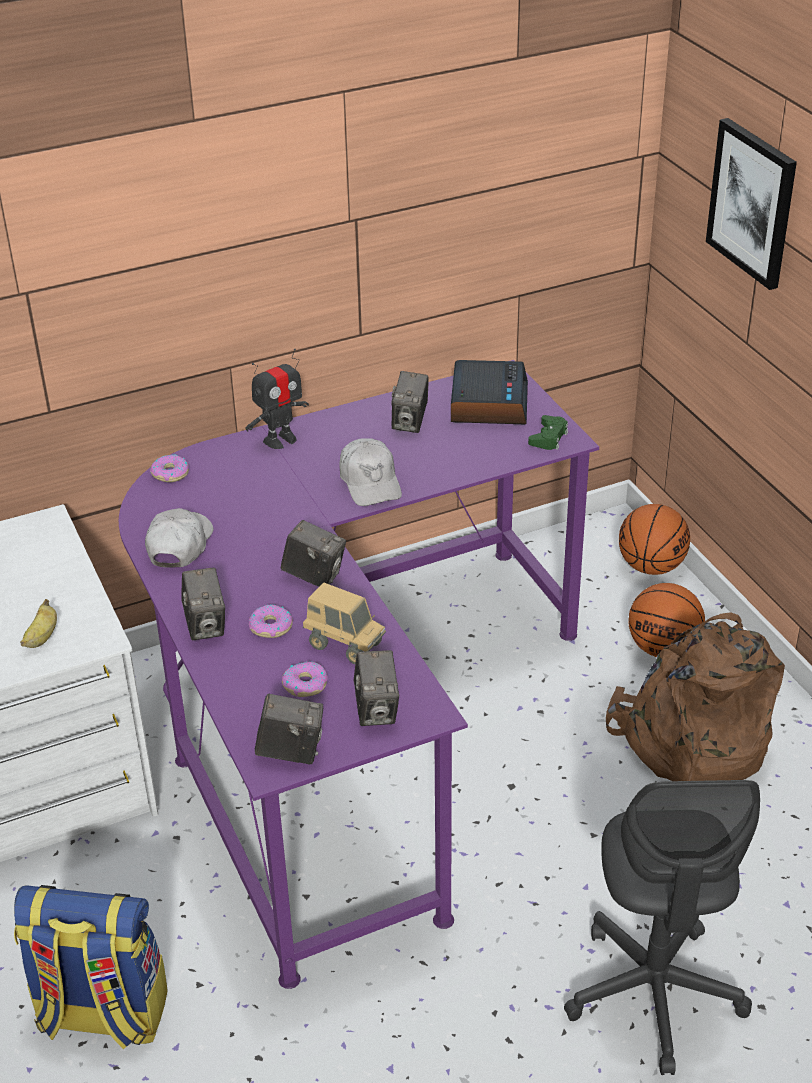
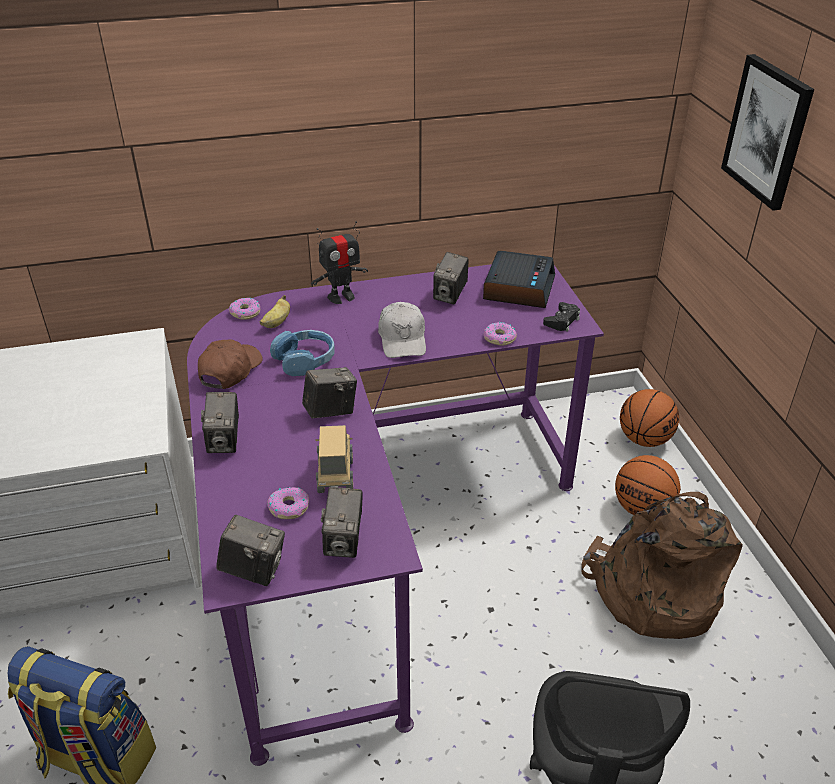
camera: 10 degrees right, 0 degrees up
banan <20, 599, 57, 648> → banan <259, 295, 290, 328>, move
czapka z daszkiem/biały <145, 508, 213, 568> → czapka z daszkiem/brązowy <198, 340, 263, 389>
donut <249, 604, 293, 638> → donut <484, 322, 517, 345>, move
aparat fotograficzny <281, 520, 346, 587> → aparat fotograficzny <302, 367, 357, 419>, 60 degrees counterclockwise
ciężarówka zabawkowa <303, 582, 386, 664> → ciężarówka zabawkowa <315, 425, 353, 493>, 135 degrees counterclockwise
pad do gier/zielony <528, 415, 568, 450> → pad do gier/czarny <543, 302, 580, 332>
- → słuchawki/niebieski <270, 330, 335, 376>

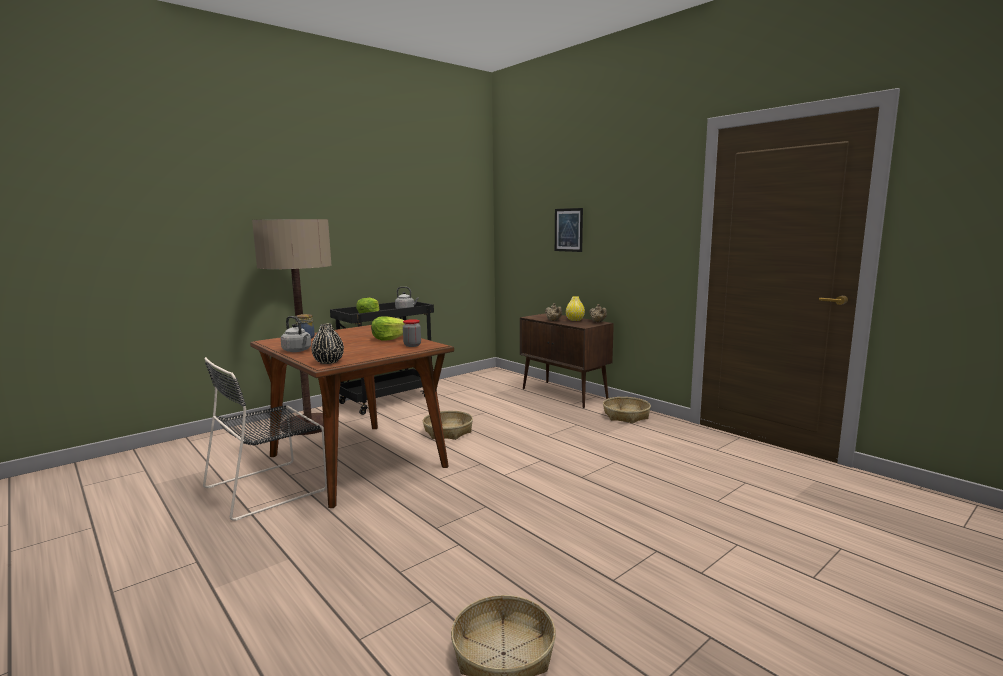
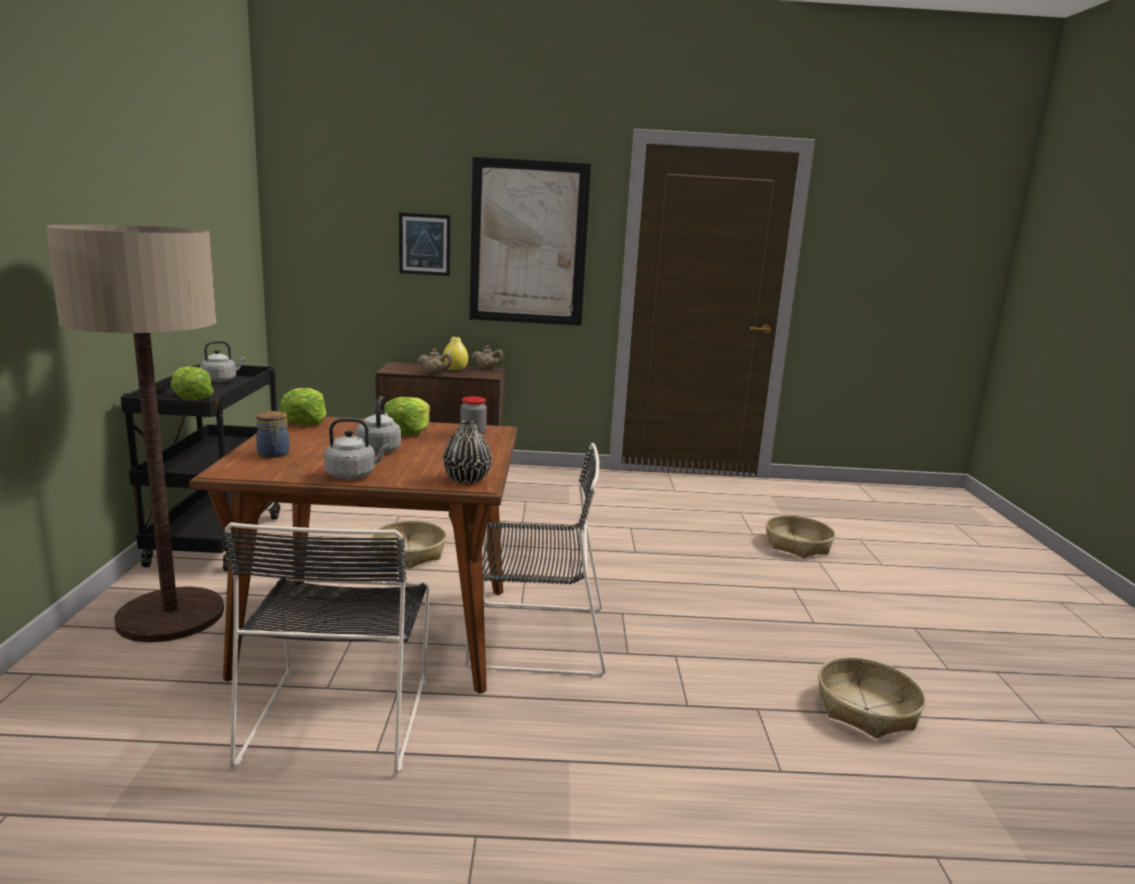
camera: 50 degrees left, 5 degrees up
koszyk <603, 397, 651, 423> → koszyk <766, 515, 835, 558>, move
- → sałata <280, 388, 326, 426>
- → czajnik/szary <356, 396, 401, 454>
- → krzesło/czarny <466, 443, 606, 677>
- → obraz <469, 156, 591, 326>

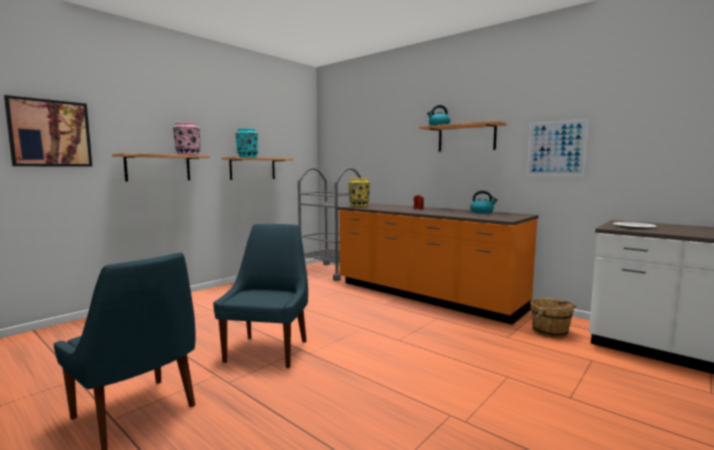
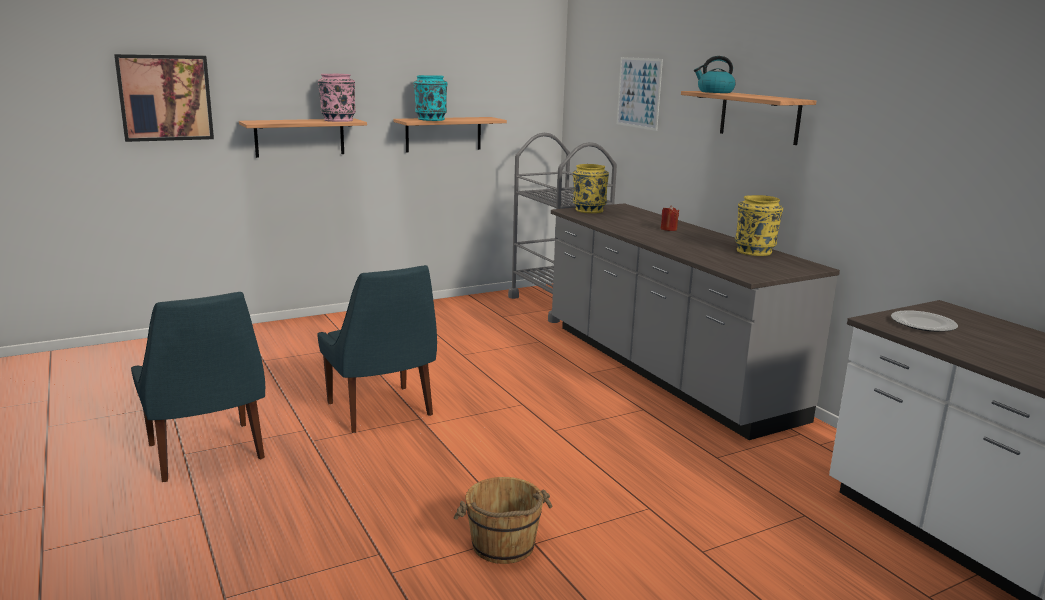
camera: 20 degrees right, 10 degrees up
krzesło/niebieski <213, 224, 308, 368> → krzesło/niebieski <317, 265, 437, 433>, 120 degrees clockwise
zabudowa kuchenna/pomarańczowy <336, 203, 539, 325> → zabudowa kuchenna/szary <551, 203, 840, 440>
czajnik <470, 191, 498, 213> → wazon/żółty <735, 195, 783, 256>
obraz <527, 119, 589, 176> → obraz <617, 57, 663, 131>, move
wiadro/brązowy <530, 298, 576, 338> → wiadro/brązowy <454, 477, 552, 564>, move

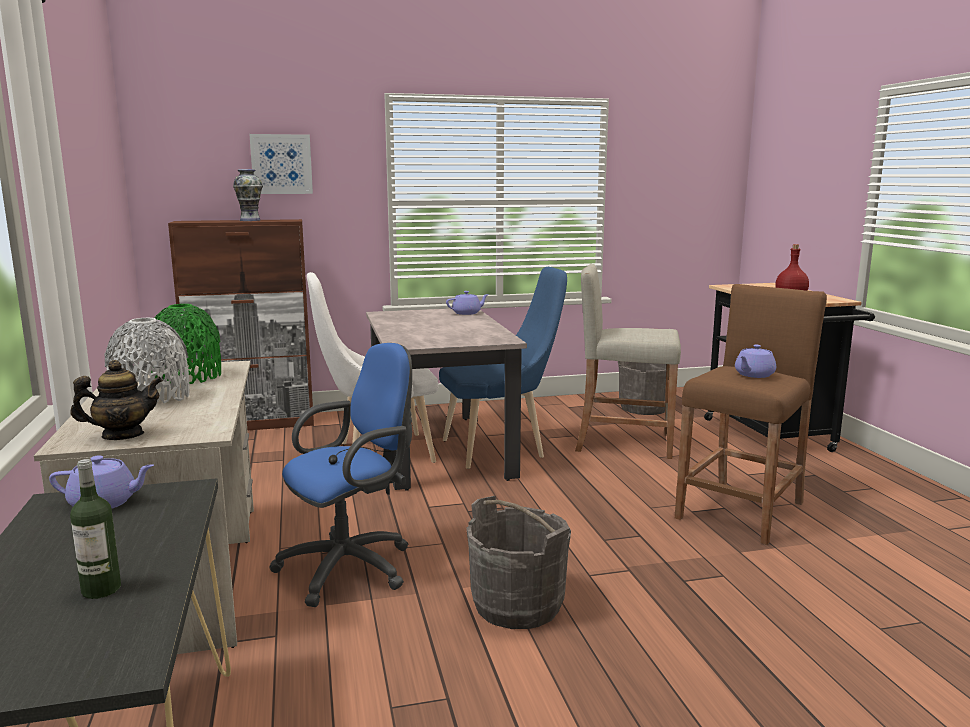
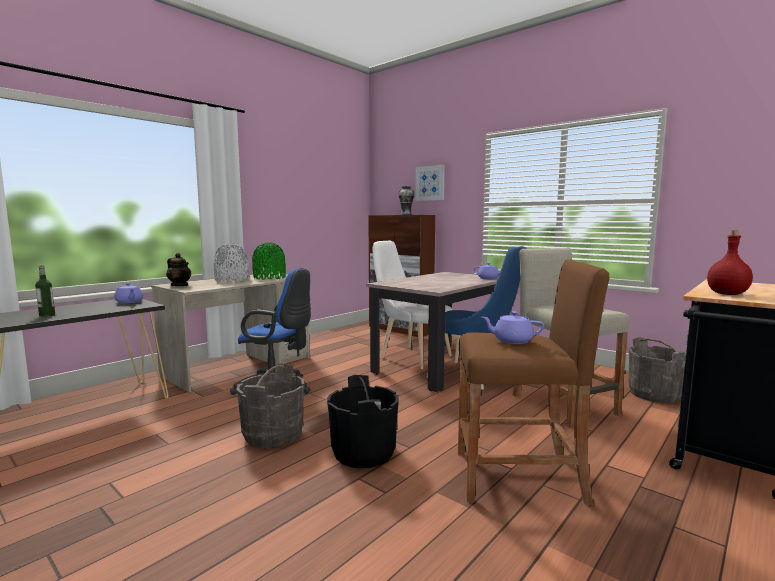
camera: 55 degrees right, 5 degrees down
- → wiadro/czarny <327, 375, 399, 468>

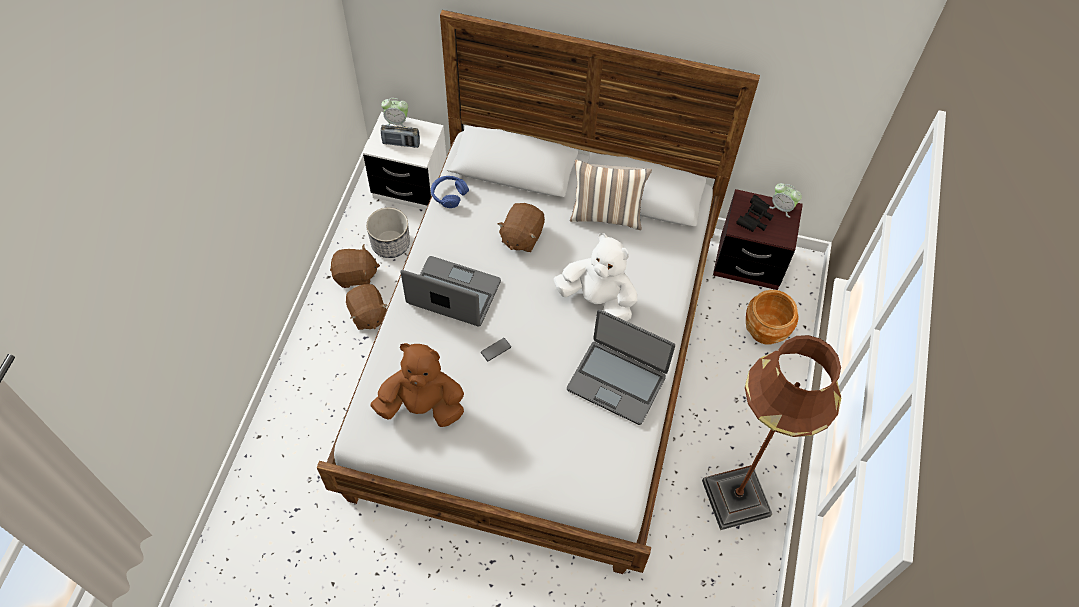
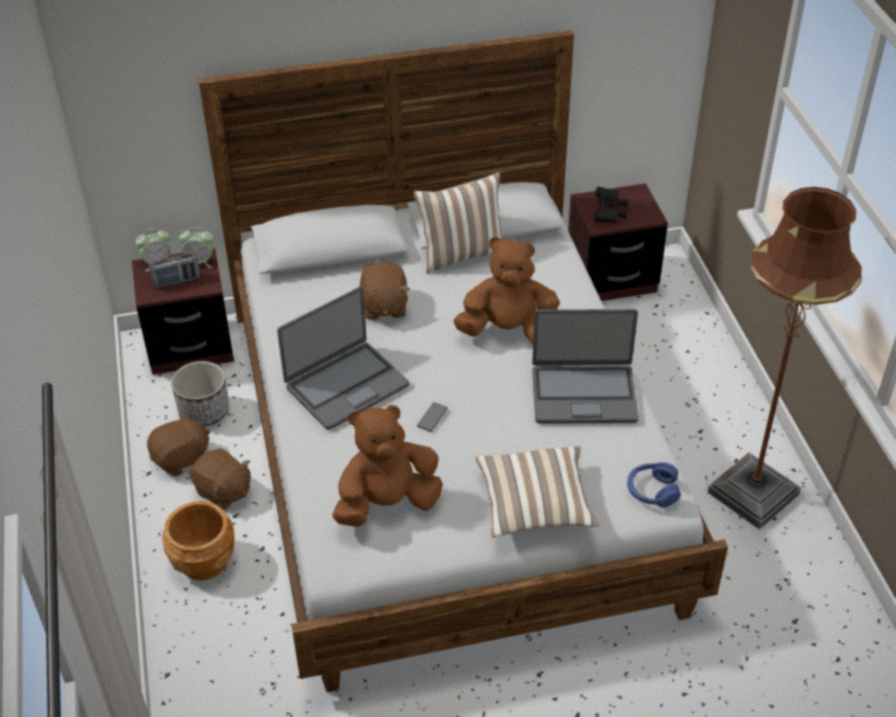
camera: 25 degrees left, 15 degrees down
szafka nocna/biały <363, 112, 446, 210> → szafka nocna/brązowy <132, 248, 234, 375>
laptop <401, 256, 501, 327> → laptop <277, 287, 409, 430>, 150 degrees clockwise
słuchawki/niebieski <431, 176, 469, 208> → słuchawki/niebieski <627, 462, 681, 507>, move
pluszak/biały <553, 233, 637, 321> → pluszak/brązowy <453, 237, 560, 344>
donica/brązowy <746, 290, 799, 345> → donica/brązowy <162, 501, 234, 581>, move
budzik <769, 183, 802, 218> → budzik <179, 227, 213, 268>, move
- → poduszka <475, 446, 599, 537>

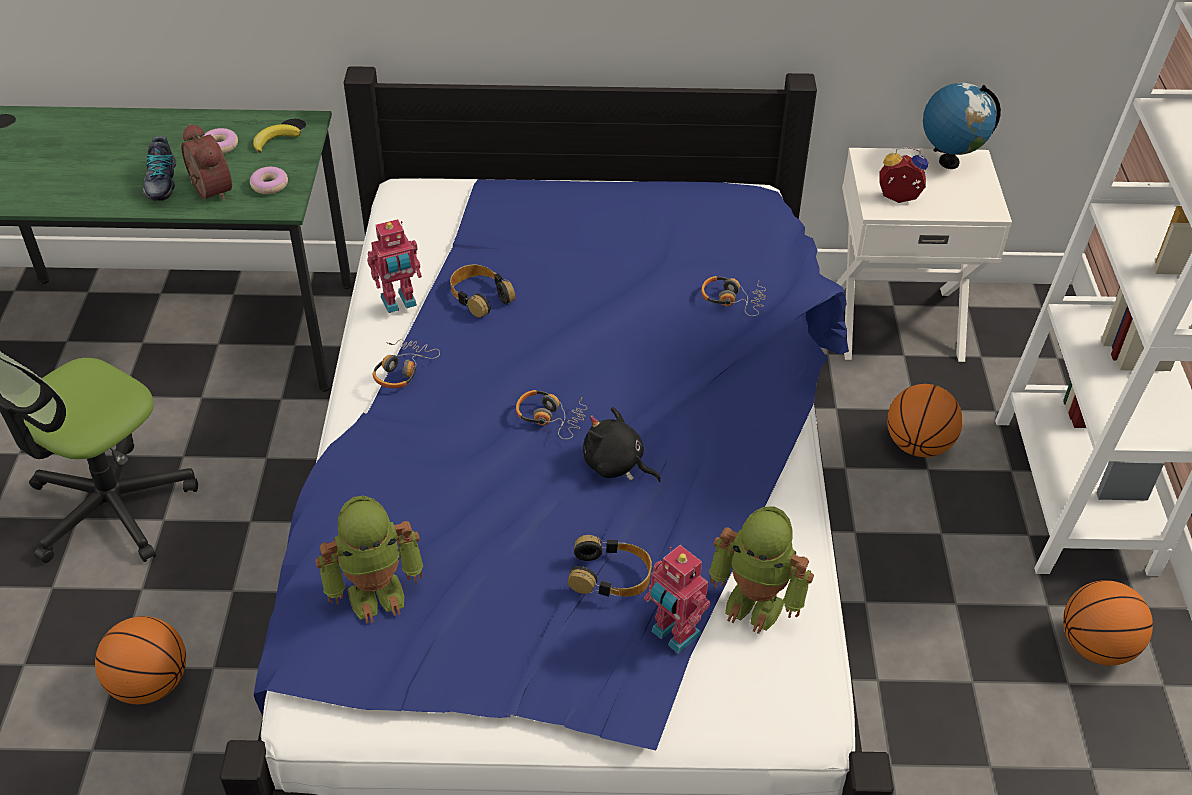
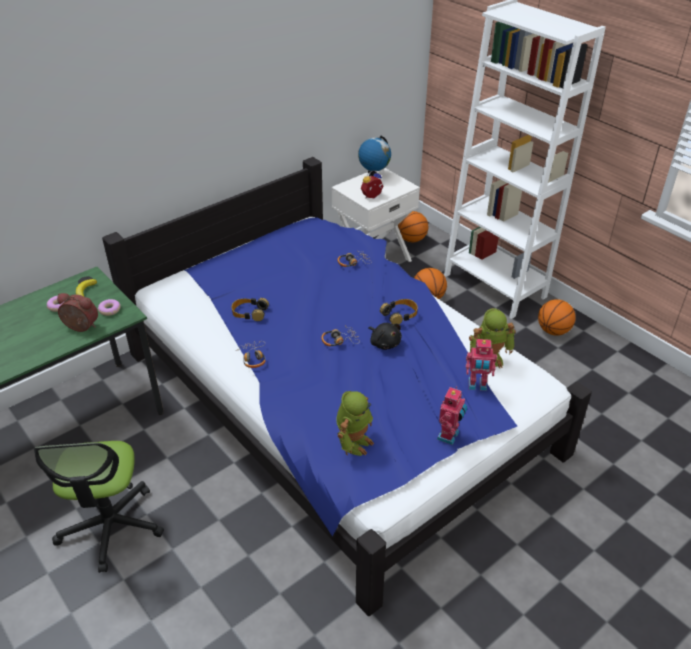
camera: 40 degrees left, 5 degrees down
piłka do koszykówki <95, 616, 186, 704> → piłka do koszykówki <398, 211, 428, 242>, move
but <142, 136, 176, 201> → -
robot zabawkowy <367, 219, 422, 313> → robot zabawkowy <437, 387, 467, 445>, move
słuchawki <568, 535, 652, 597> → słuchawki <380, 299, 418, 324>, move
pluszak/czarny <583, 407, 661, 482> → pluszak/czarny <368, 323, 402, 350>, 120 degrees counterclockwise

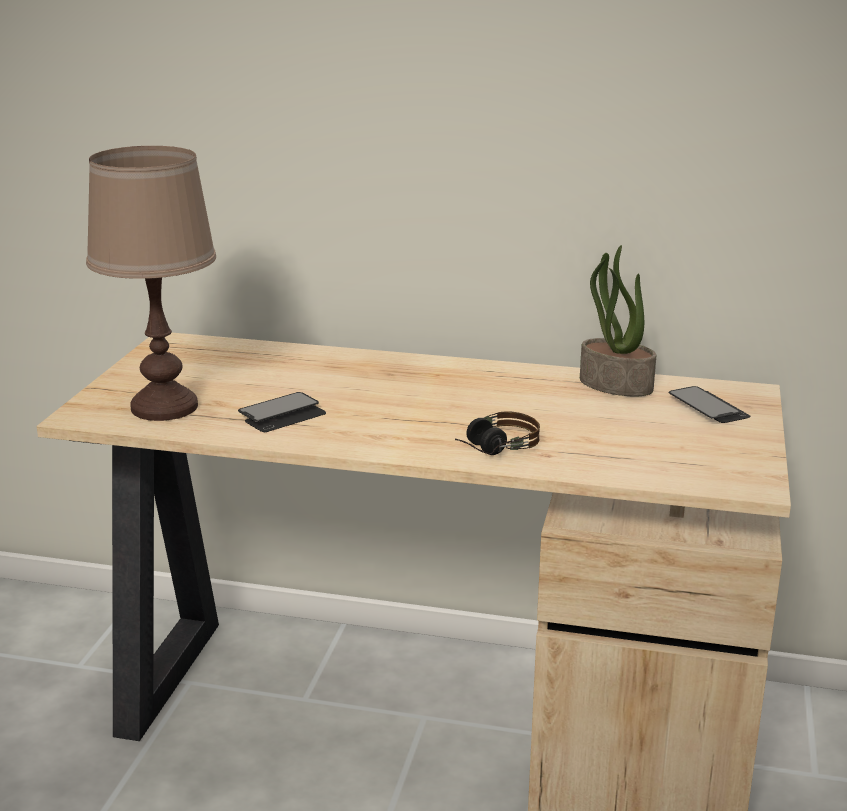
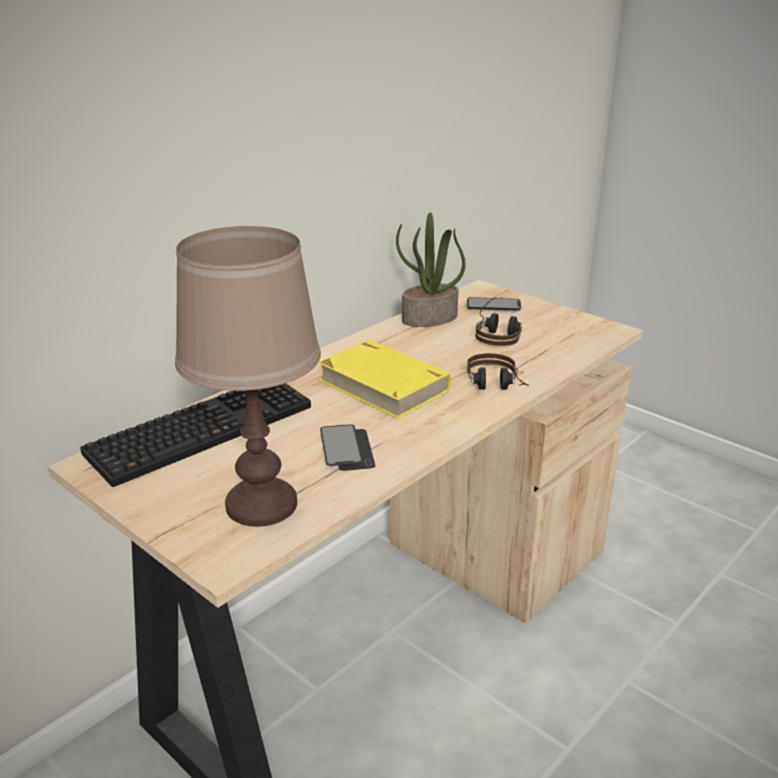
camera: 60 degrees left, 5 degrees up
- → klawiatura <80, 383, 311, 487>
- → książka/żółty <318, 340, 451, 419>
- → słuchawki <475, 297, 522, 346>

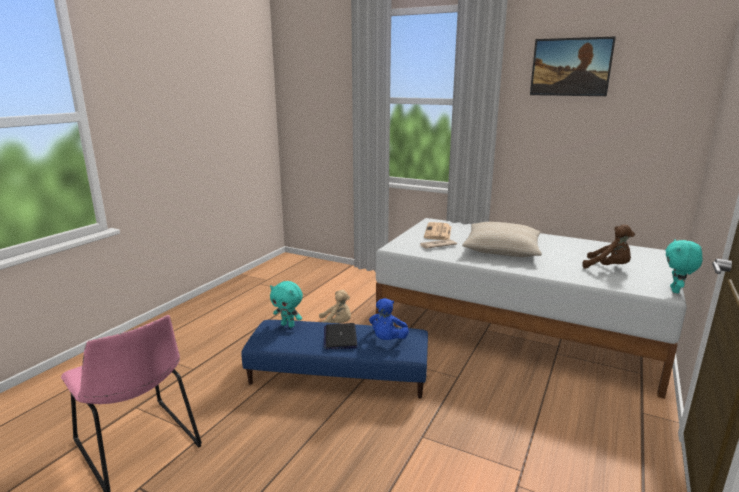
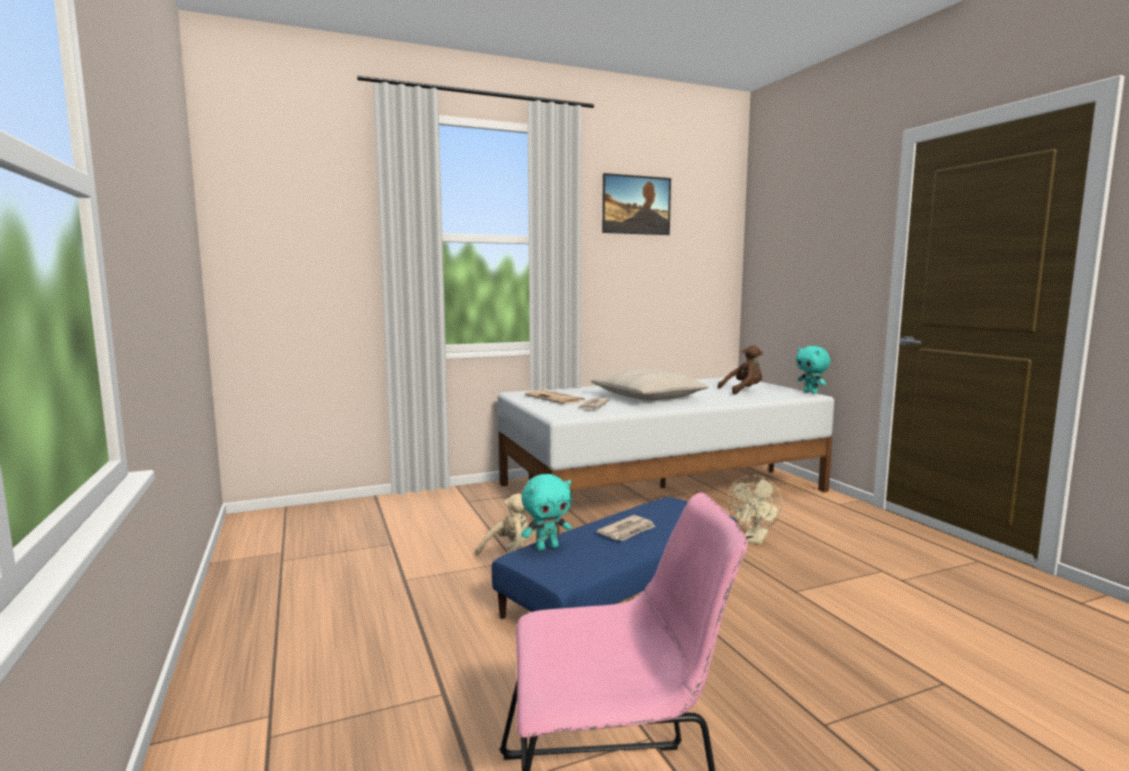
camera: 50 degrees left, 10 degrees down
laptop <324, 323, 358, 350> → gazeta <597, 515, 655, 541>
pluszak/niebieski <369, 298, 409, 340> → -
- → wentylator/beżowy <728, 475, 783, 545>

